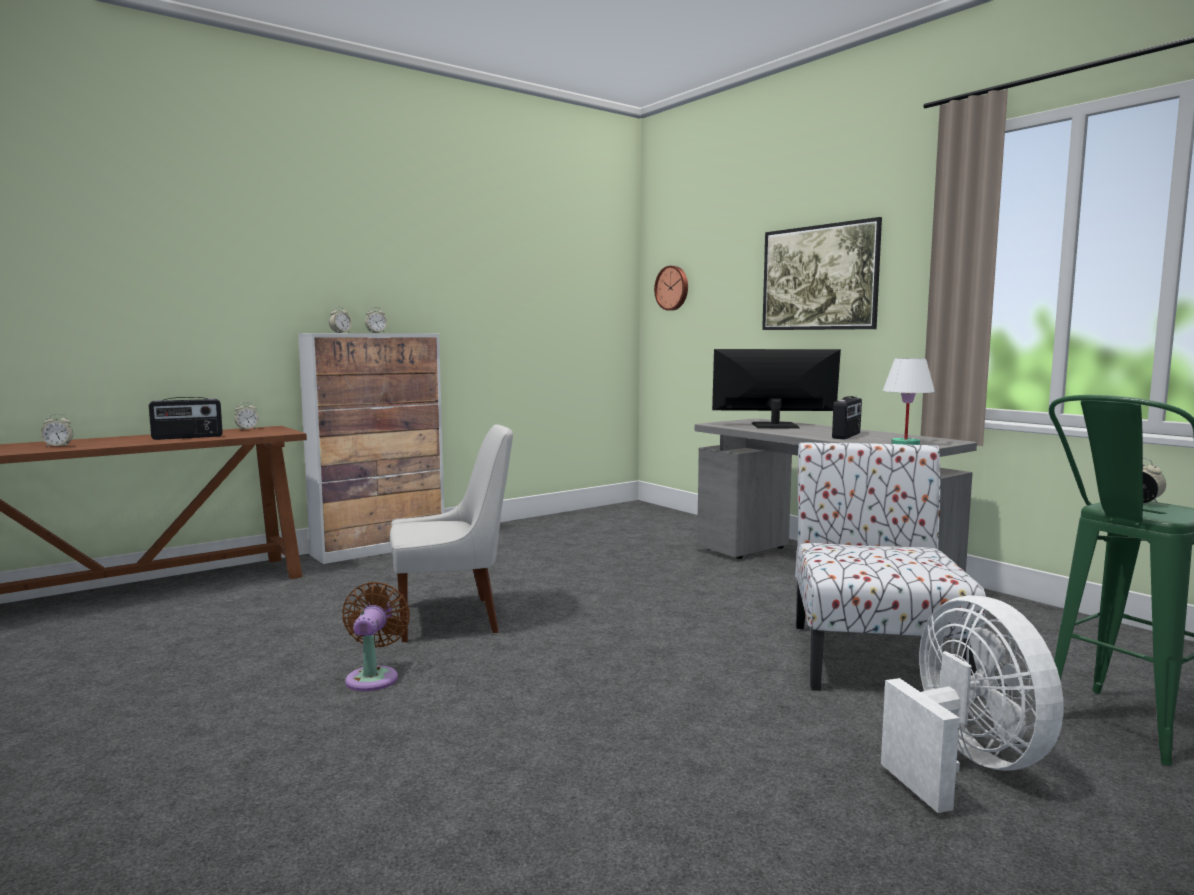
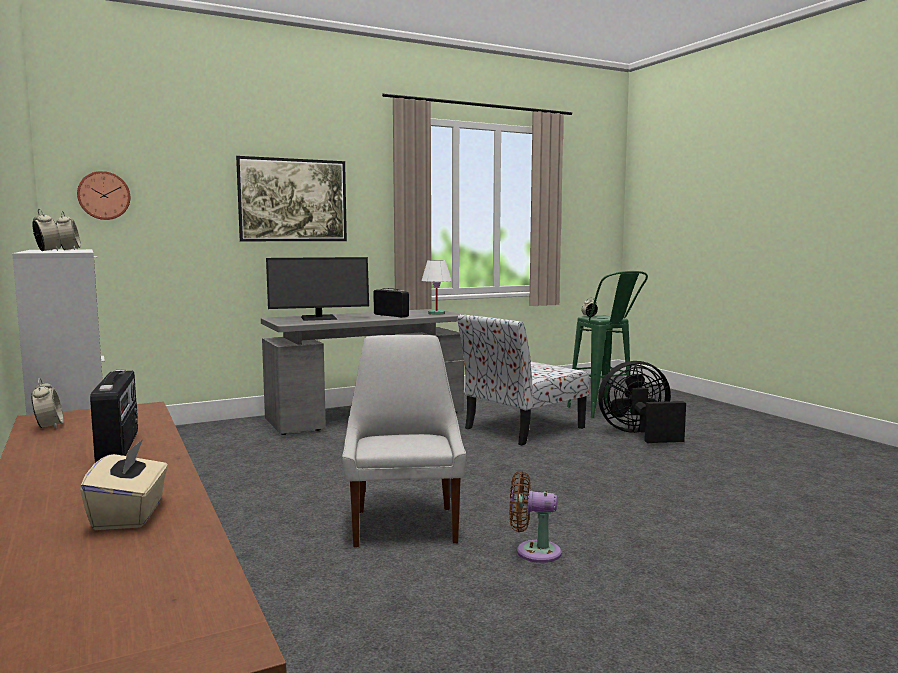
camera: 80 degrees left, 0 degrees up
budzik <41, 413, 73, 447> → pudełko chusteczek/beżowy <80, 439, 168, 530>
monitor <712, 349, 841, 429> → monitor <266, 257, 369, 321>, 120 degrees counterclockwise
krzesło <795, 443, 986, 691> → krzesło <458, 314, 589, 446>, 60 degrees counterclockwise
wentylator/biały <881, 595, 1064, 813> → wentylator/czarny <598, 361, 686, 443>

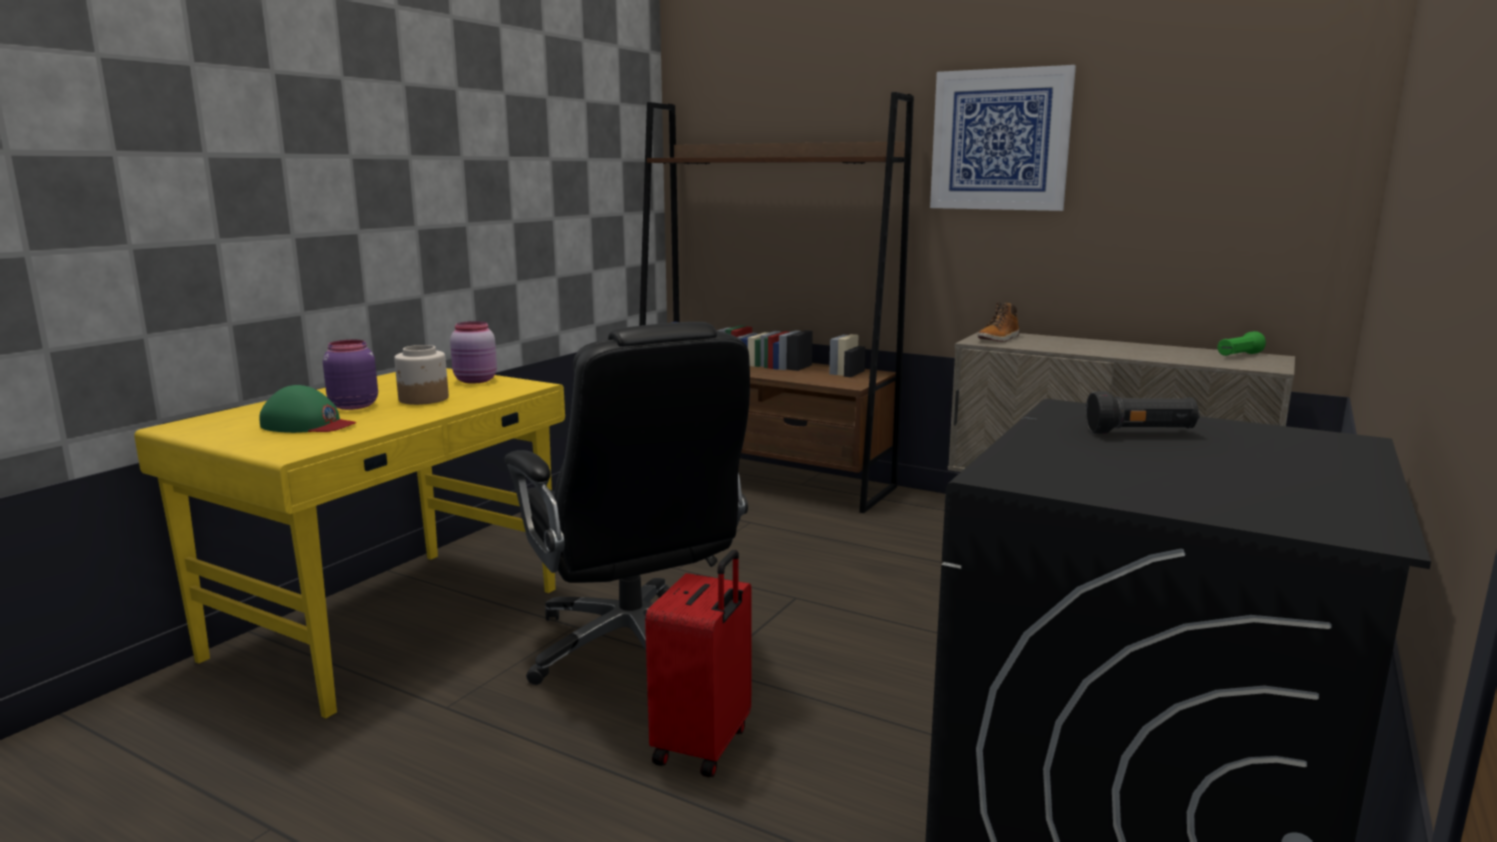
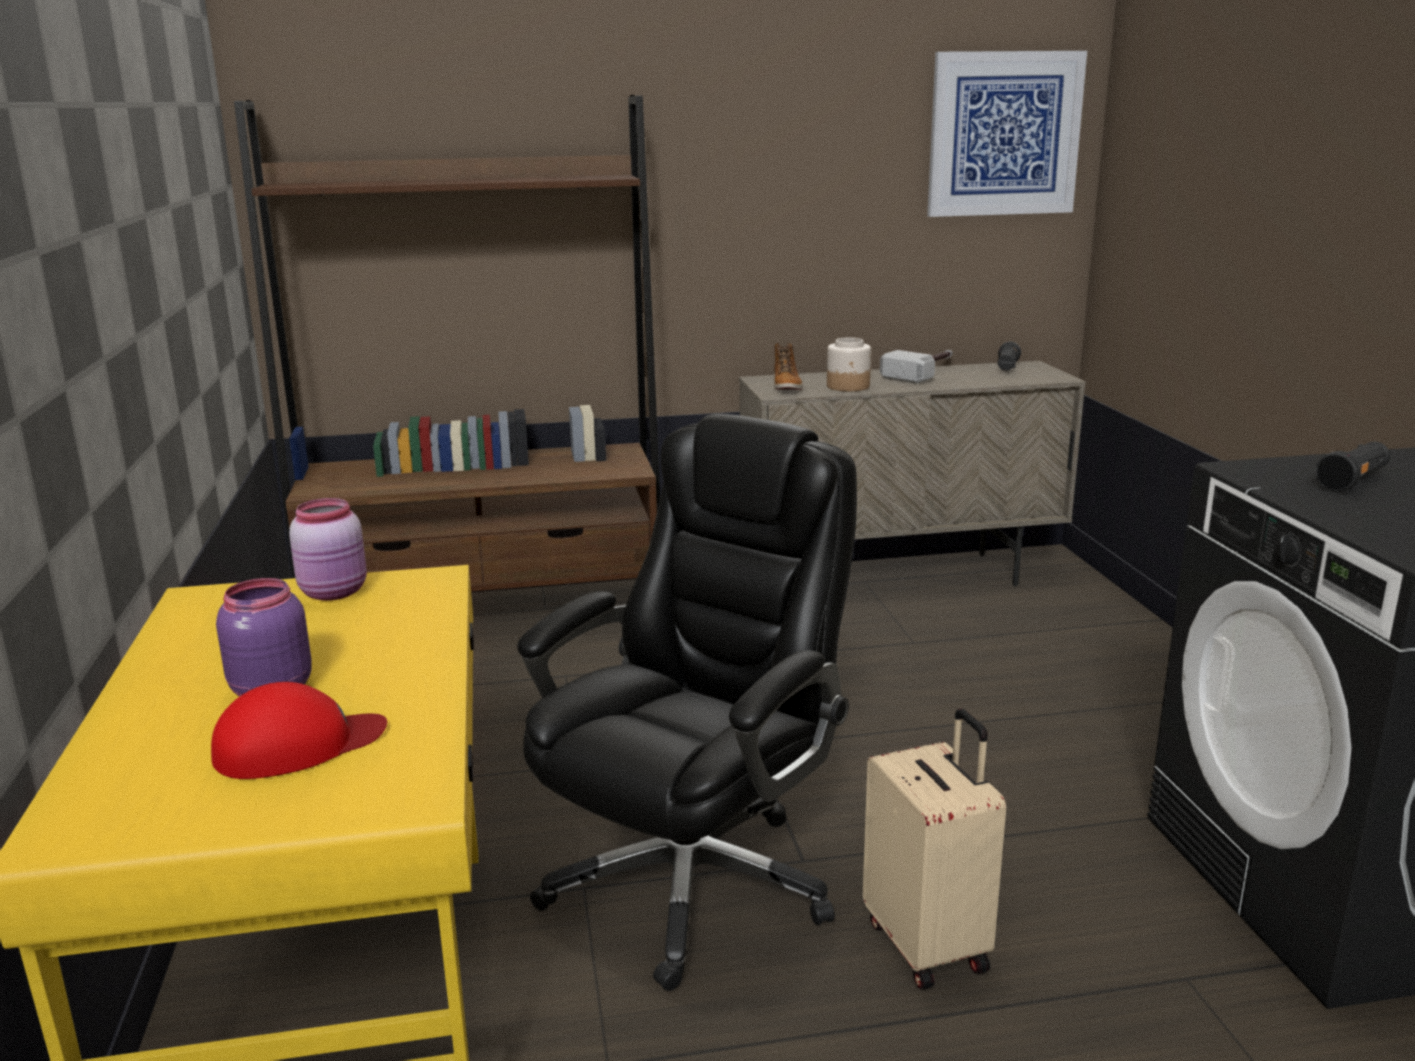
camera: 40 degrees left, 5 degrees up
czapka z daszkiem/zielony <259, 385, 356, 433> → czapka z daszkiem/czerwony <211, 682, 387, 779>
słoik <394, 345, 449, 405> → słoik <827, 337, 871, 391>, move
krzesło biurowe/czarny <504, 322, 750, 685> → krzesło biurowe/czarny <517, 414, 857, 991>, 75 degrees counterclockwise
walizka/czerwony <645, 550, 751, 778> → walizka/beżowy <863, 708, 1006, 990>
obraz <930, 65, 1076, 211> → obraz <927, 51, 1087, 217>, move
latarka/zielony <1217, 331, 1266, 356> → latarka/czarny <998, 341, 1021, 371>
- → młotek <880, 350, 953, 384>

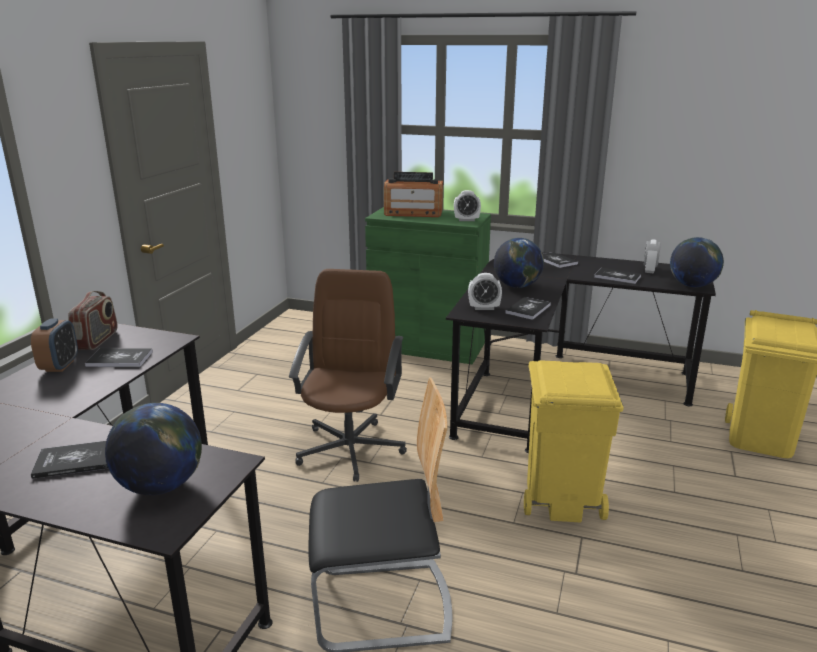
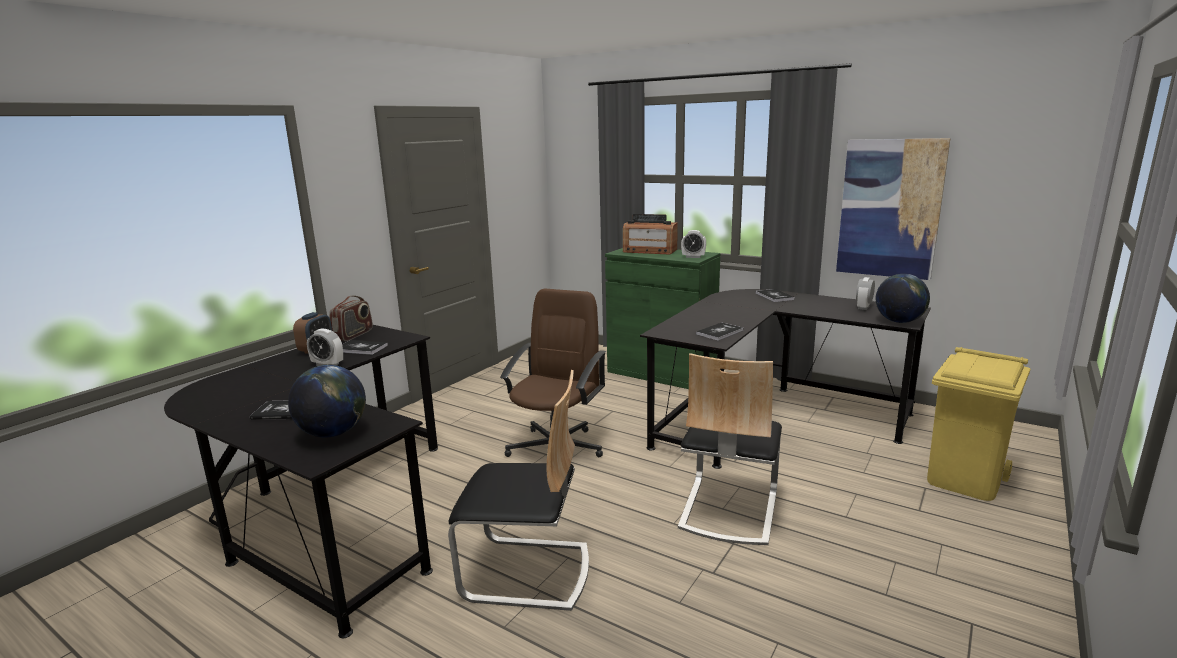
camera: 15 degrees right, 5 degrees down
budzik <468, 273, 502, 310> → budzik <307, 329, 343, 366>, move
globus <494, 238, 544, 288> → -
kosz na śmieci/żółty <524, 360, 624, 523> → krzesło <678, 353, 782, 545>
książka <594, 268, 641, 284> → -
- → obraz <836, 138, 950, 280>

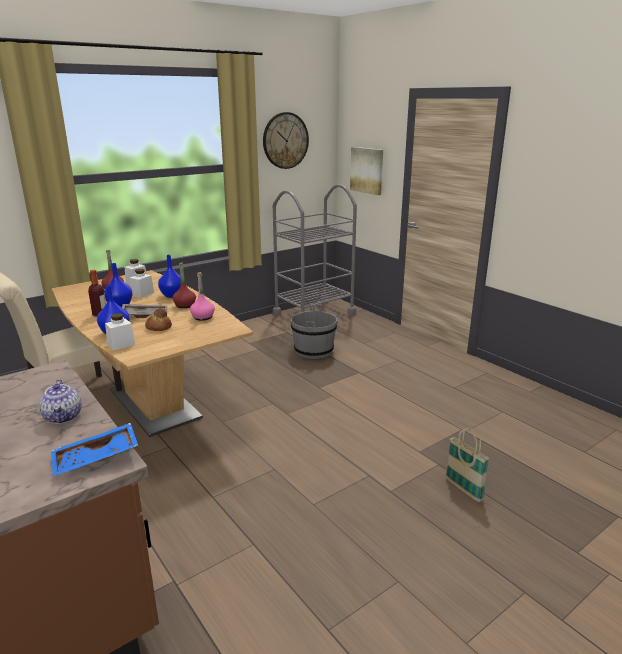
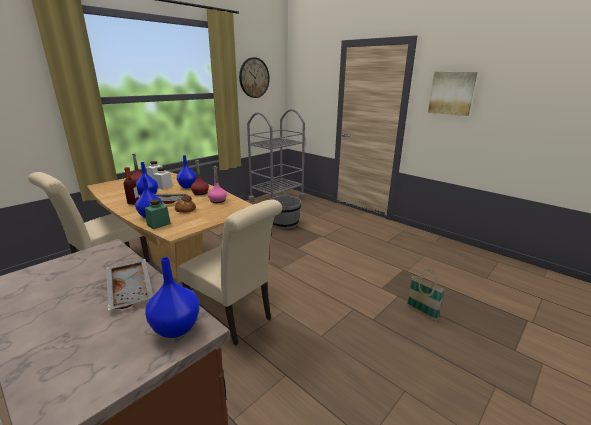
camera: 10 degrees left, 0 degrees up
imbryk <39, 379, 82, 424> → taca/szary <106, 259, 153, 310>
taca/niebieski <51, 423, 138, 476> → wazon/niebieski <145, 257, 200, 338>
słoik/biały <105, 313, 135, 350> → słoik/zielony <145, 199, 171, 230>
obraz <350, 147, 383, 195> → obraz <428, 72, 478, 116>, move
- → krzesło/beżowy <177, 200, 282, 346>

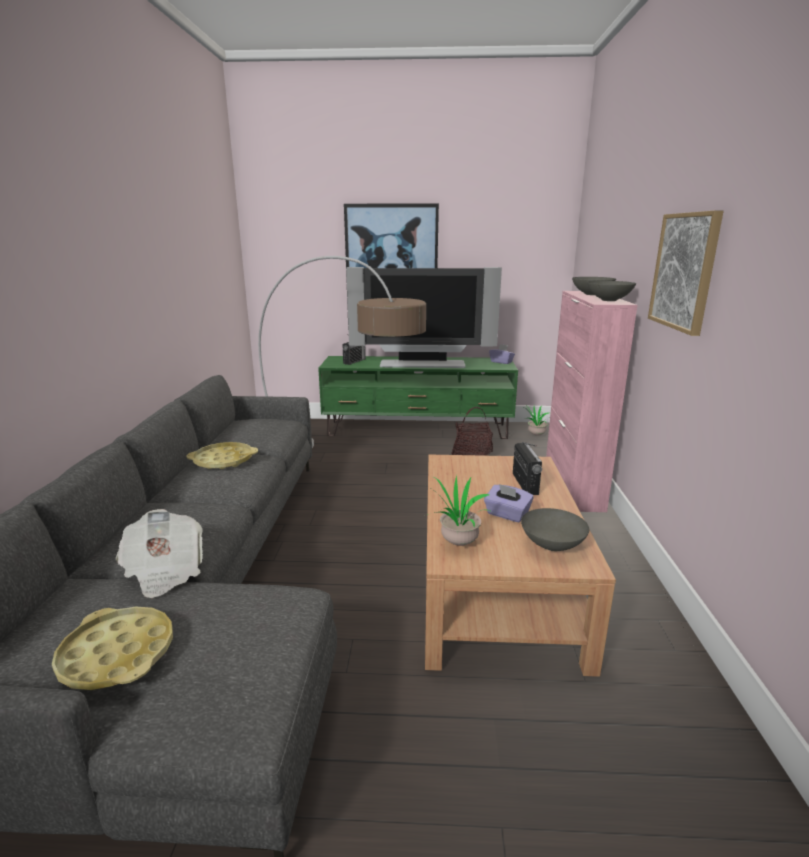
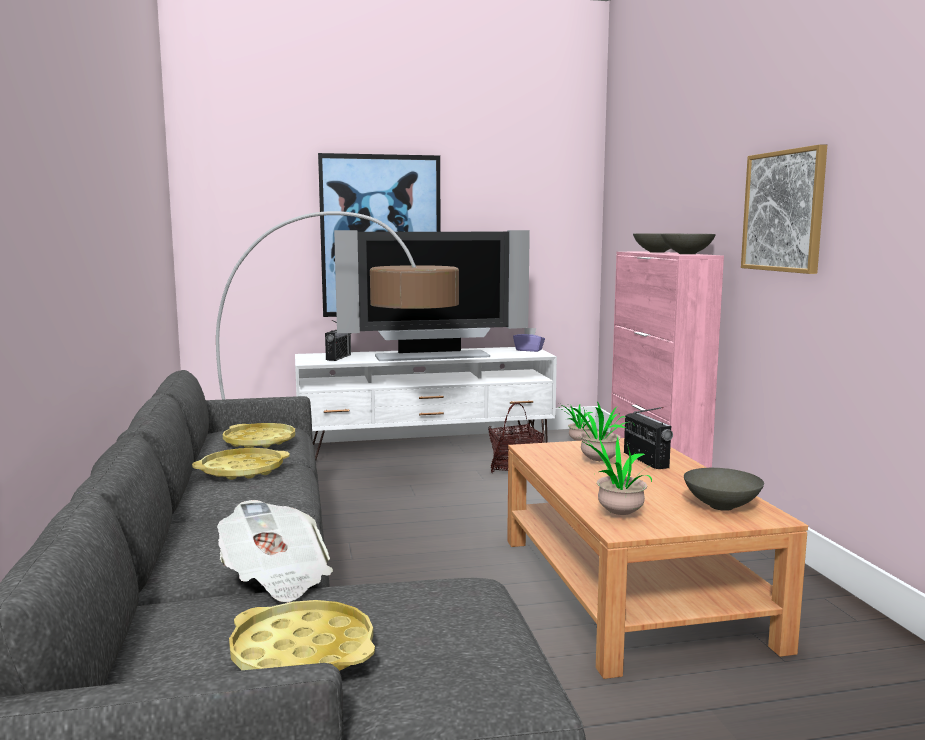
camera: 15 degrees left, 10 degrees down
szafka pod telewizor/zielony <318, 356, 518, 439> → szafka pod telewizor/biały <295, 347, 557, 460>
pudełko chusteczek/fioletowy <484, 484, 534, 522> → -
- → taca/żółty <223, 423, 295, 448>
- → roślina doniczkowa <560, 402, 634, 461>

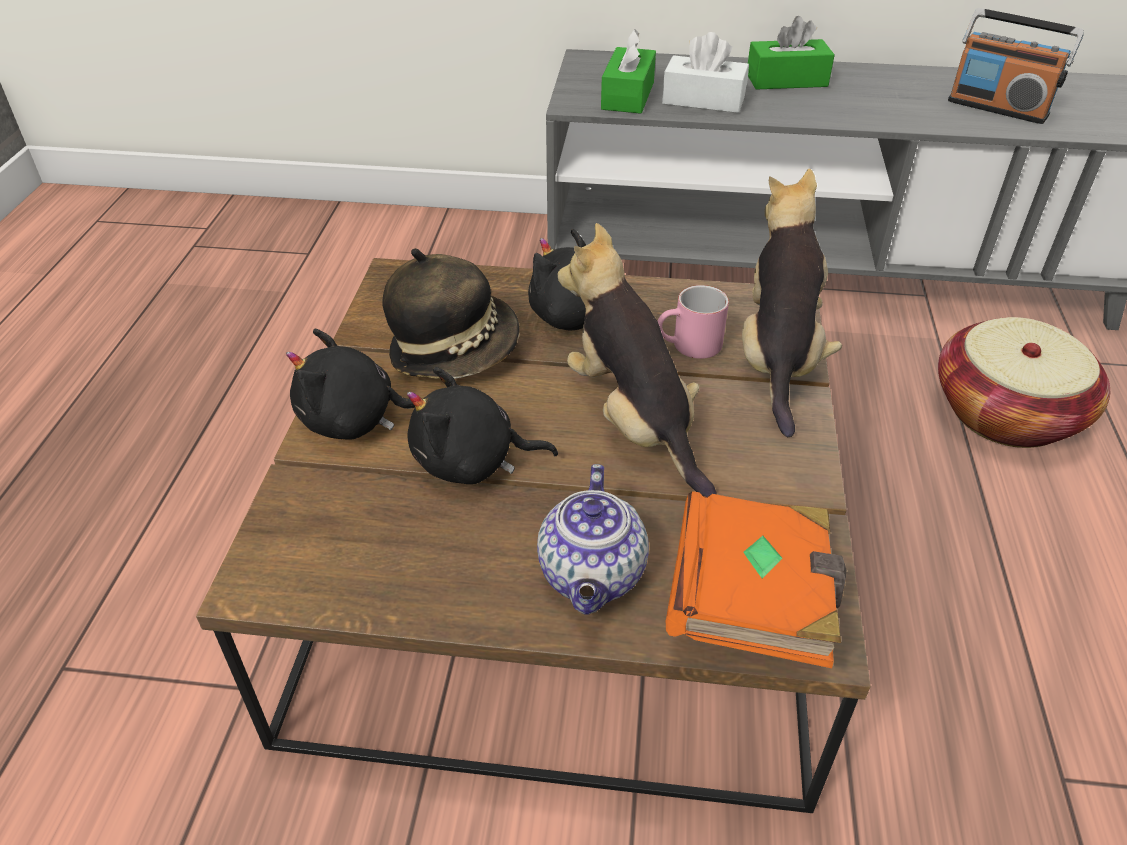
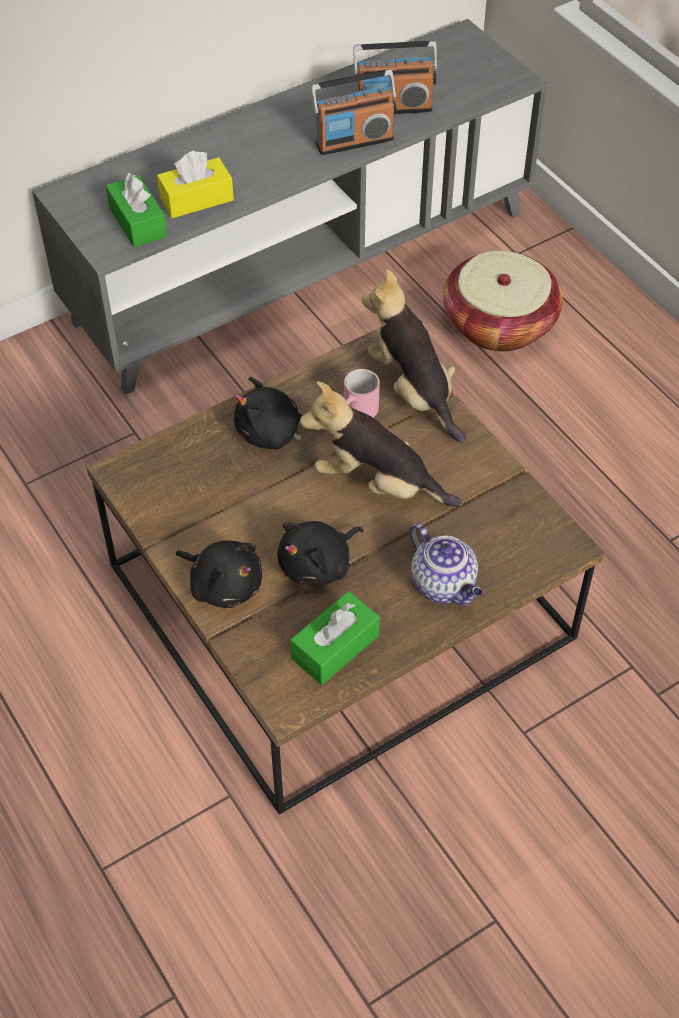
camera: 40 degrees left, 10 degrees up
pluszak/czarny <286, 329, 415, 439> → pluszak/czarny <176, 541, 262, 608>, 105 degrees counterclockwise
kapelusz <382, 248, 520, 379> → -
pudełko chusteczek/biały <662, 32, 749, 113> → pudełko chusteczek/żółty <157, 151, 234, 218>
książka/pomarańczowy <666, 491, 846, 668> → -
pudełko chusteczek/zielony <748, 16, 835, 90> → pudełko chusteczek/zielony <290, 591, 380, 685>, move
- → radio <311, 69, 396, 155>

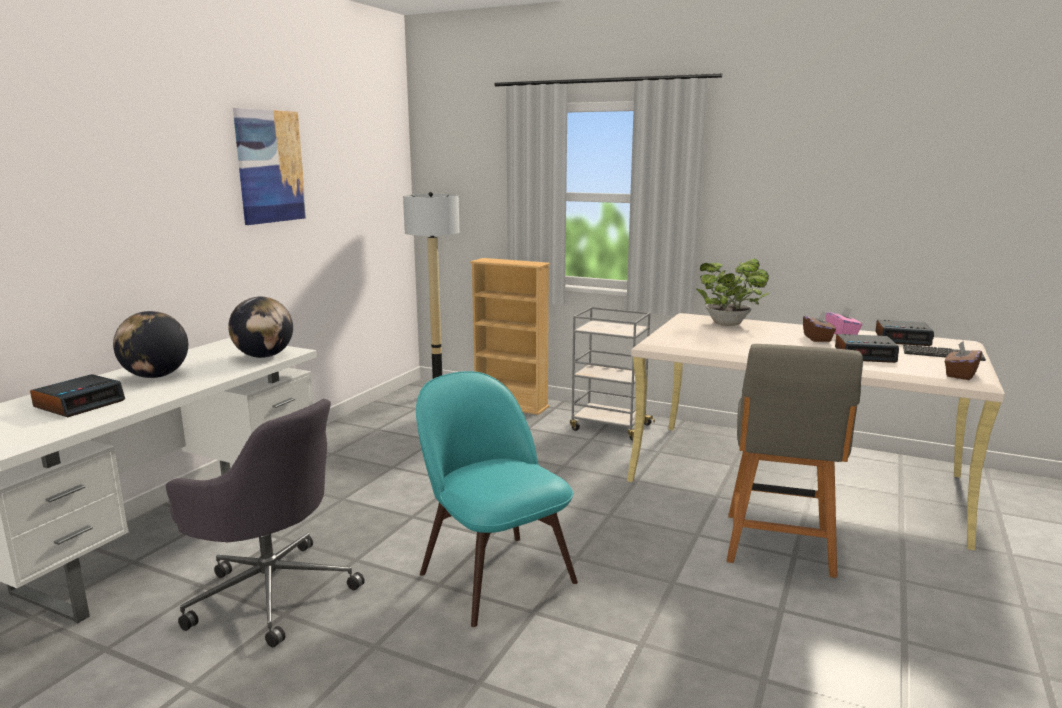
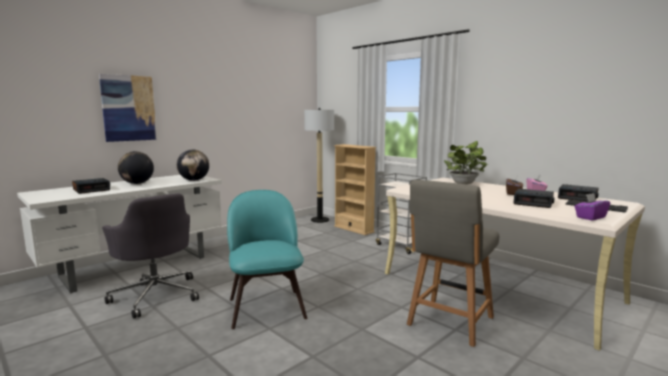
camera: 20 degrees right, 5 degrees down
obraz <233, 108, 307, 225> → obraz <99, 74, 157, 142>, move
pudełko chusteczek/brązowy <945, 341, 982, 380> → pudełko chusteczek/fioletowy <574, 193, 610, 220>

